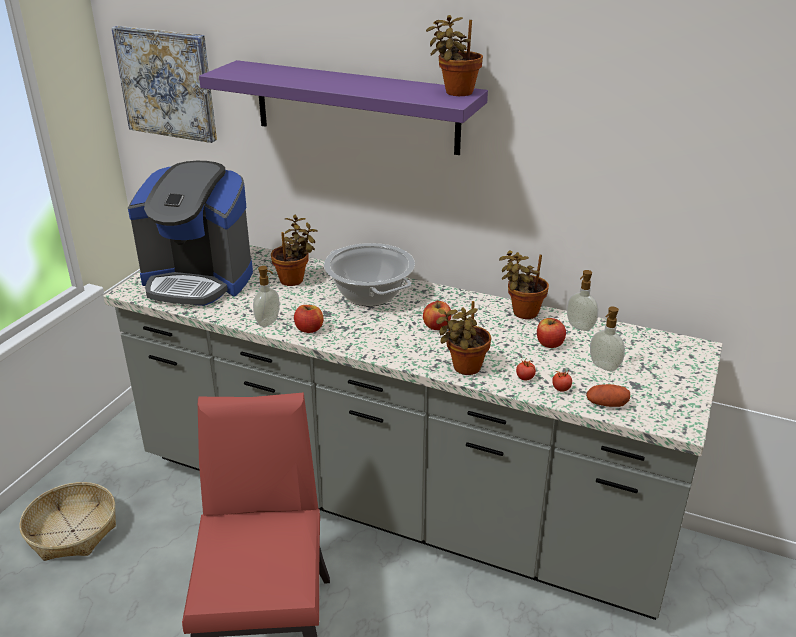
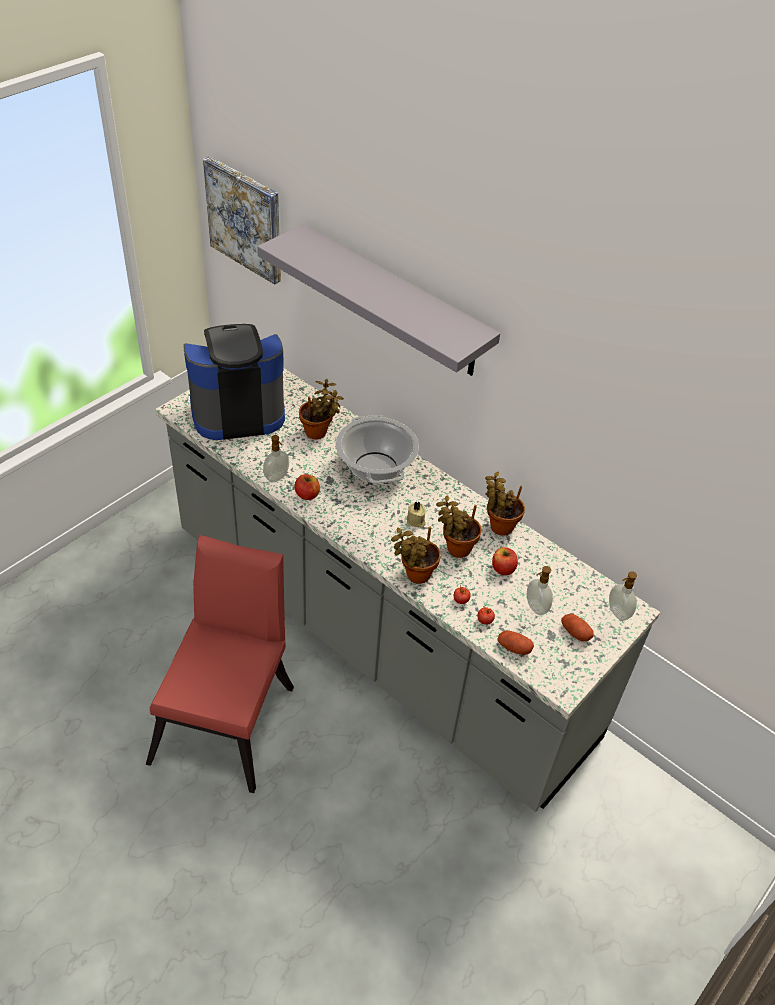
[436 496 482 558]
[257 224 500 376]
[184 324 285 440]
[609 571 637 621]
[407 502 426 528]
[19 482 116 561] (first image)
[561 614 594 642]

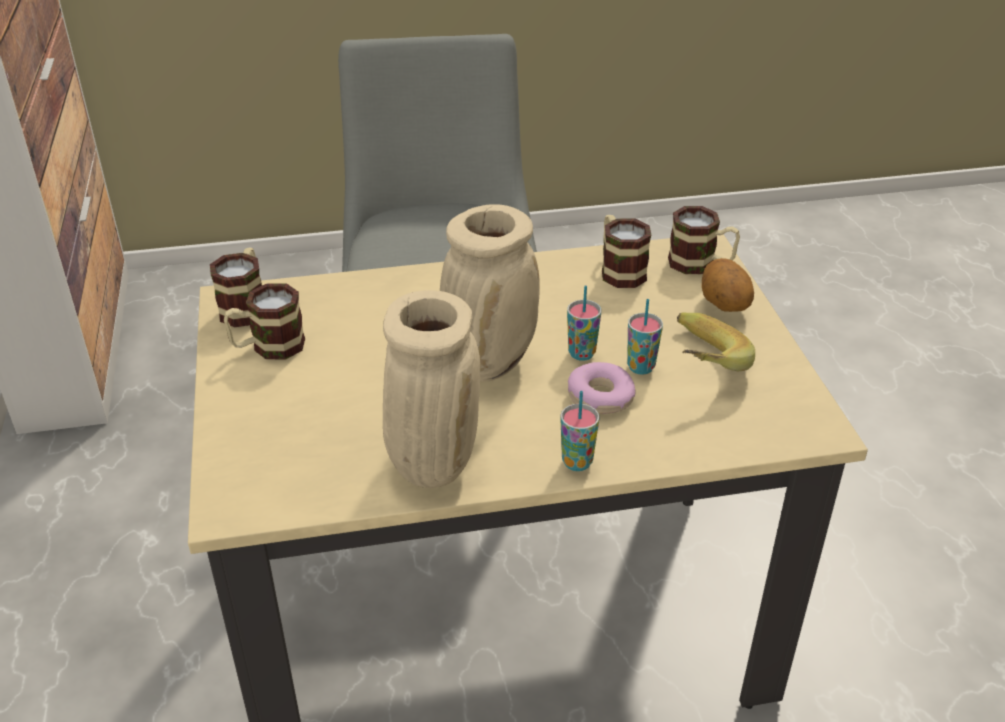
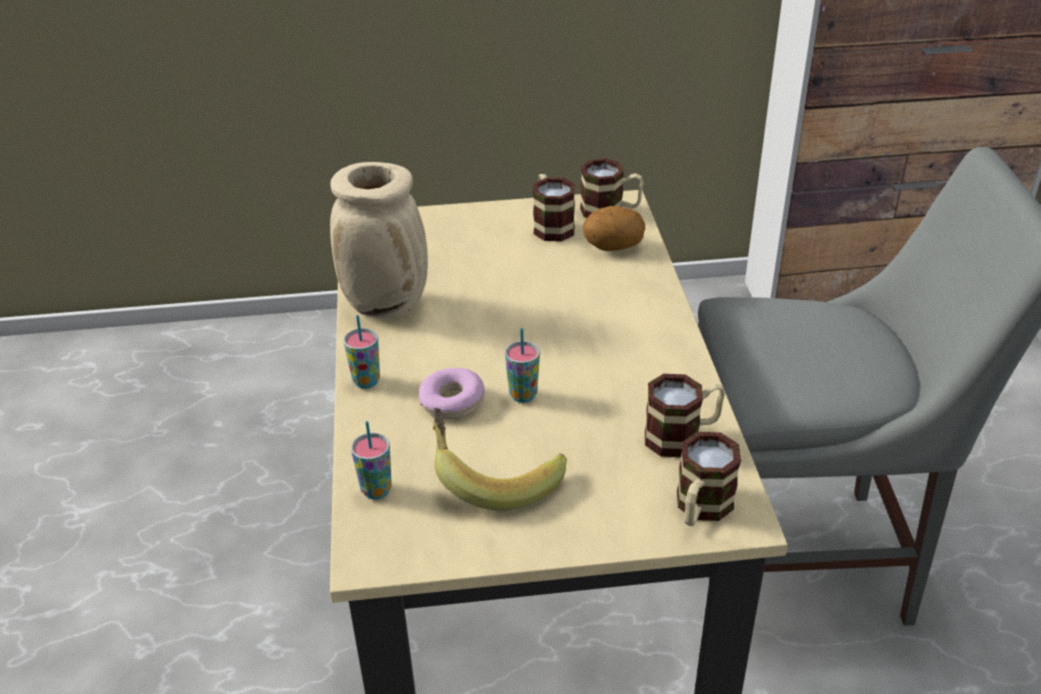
[440 204 540 382] (first image)
[583 206 645 251]
[351 421 392 500]

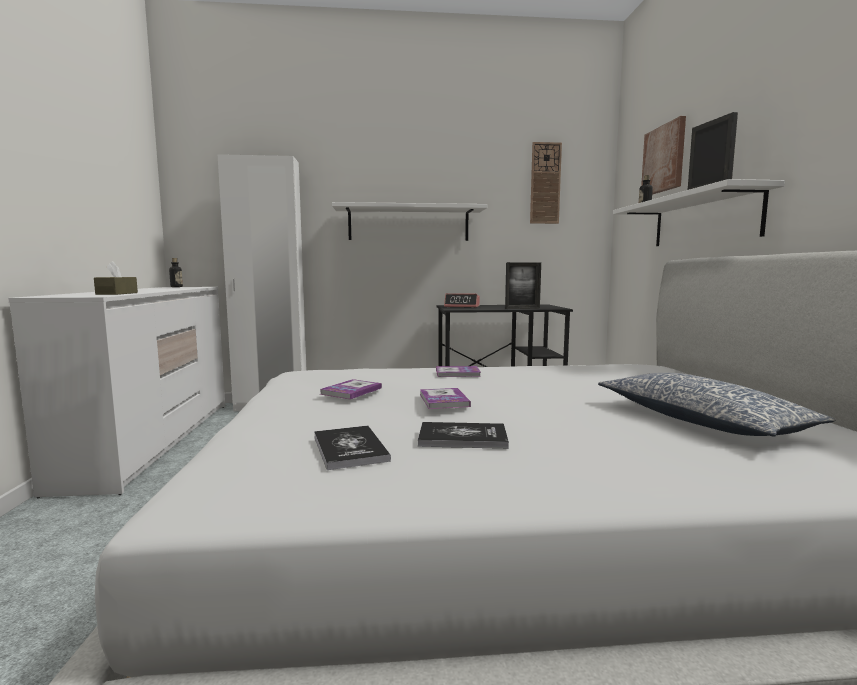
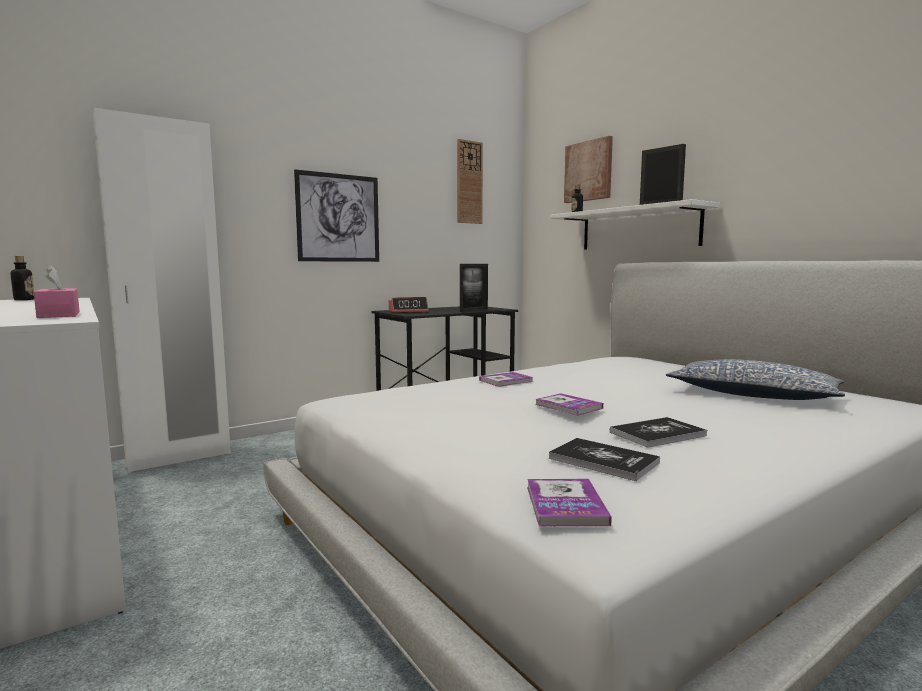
[294 169 379 262]
[34 265 80 318]
[527 479 612 526]

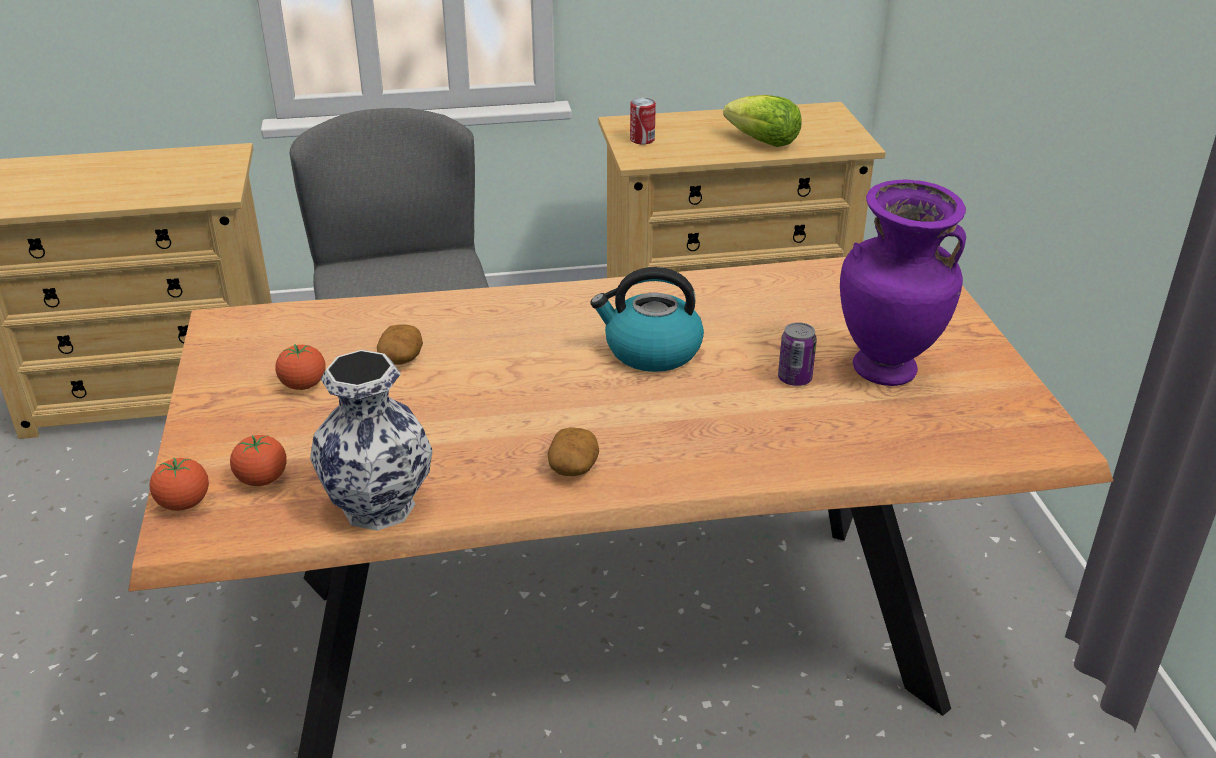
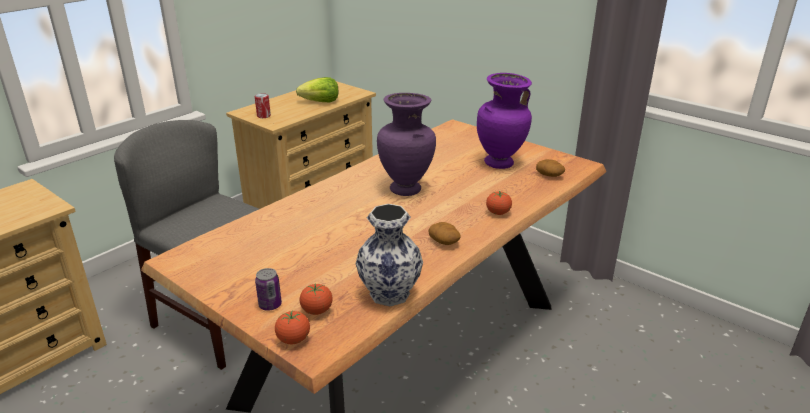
[377 93 436 196]
[255 268 282 311]
[536 159 565 177]
[486 191 512 215]

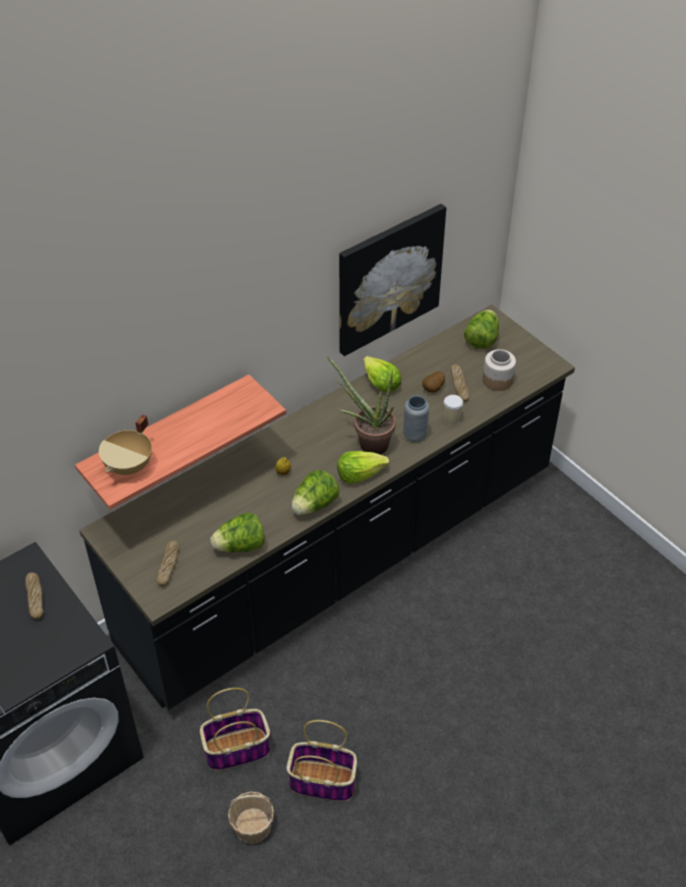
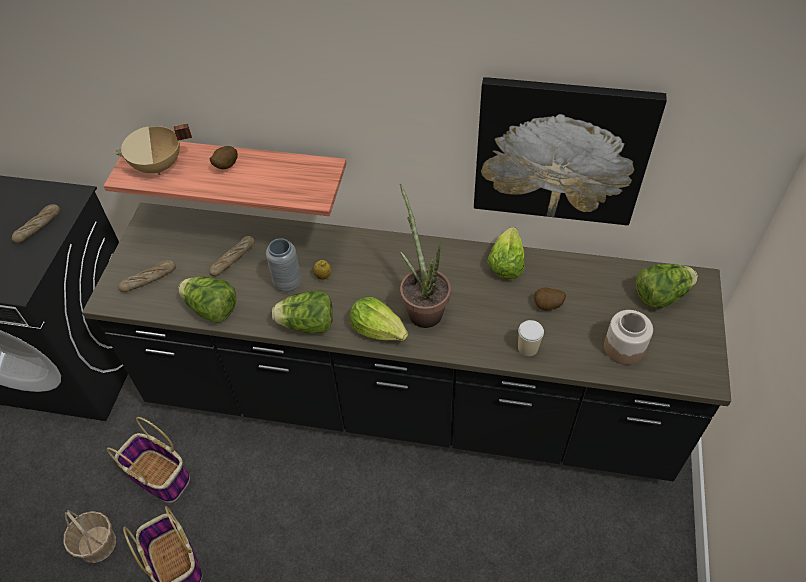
[210 236 255 277]
[266 238 301 292]
[210 146 238 169]

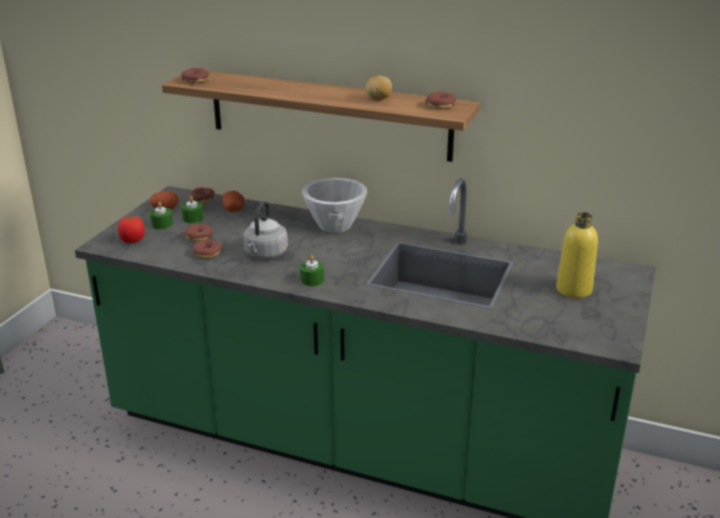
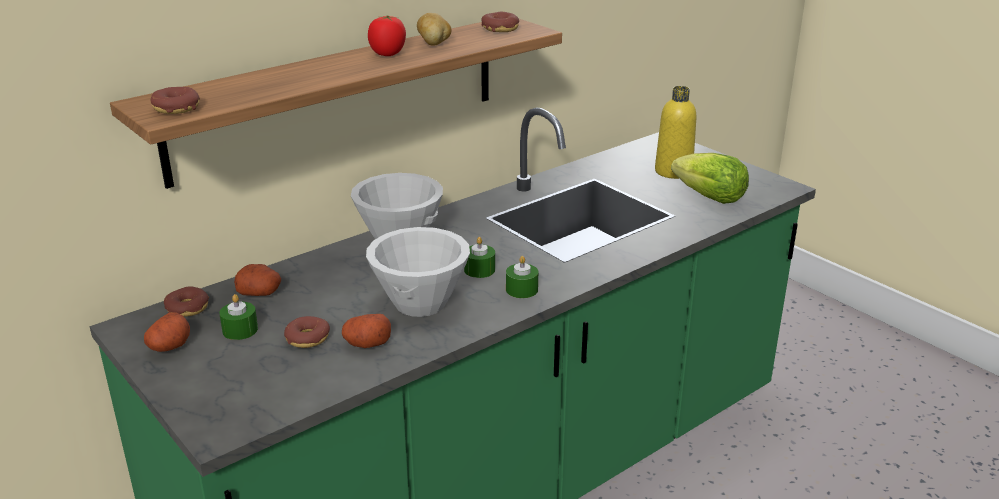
[464 237 495 278]
[366 227 470 317]
[368 15 406 56]
[342 314 391 348]
[671 153 749 204]

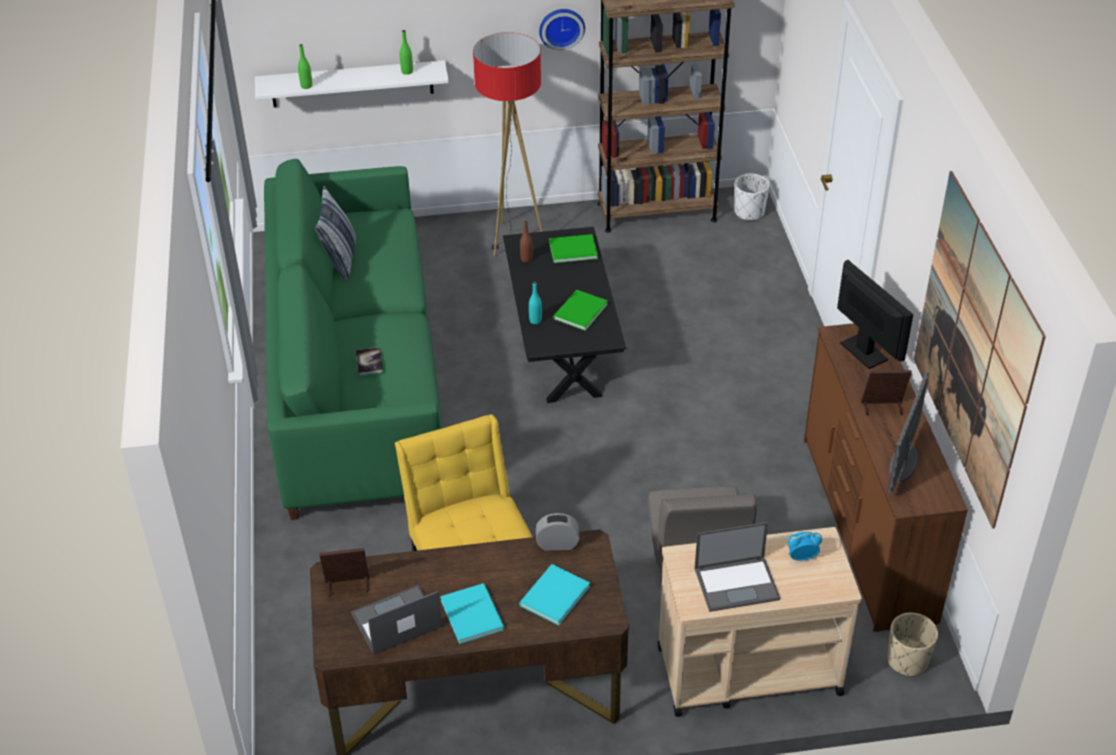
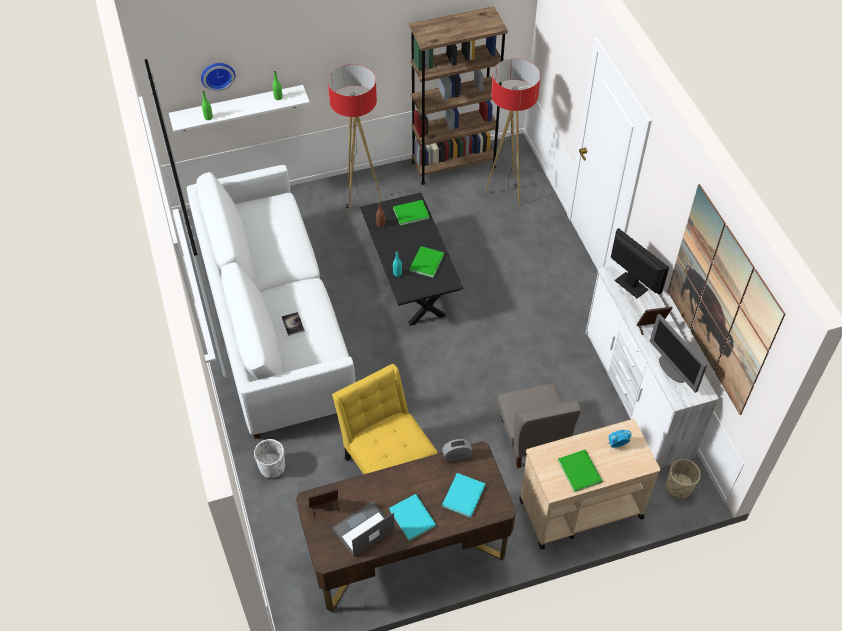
[201 63 235 92]
[187 165 355 439]
[254 439 285 478]
[315 186 356 280] (first image)
[585 264 719 468]
[650 314 707 393]
[558 450 602 492]
[484 58 541 206]

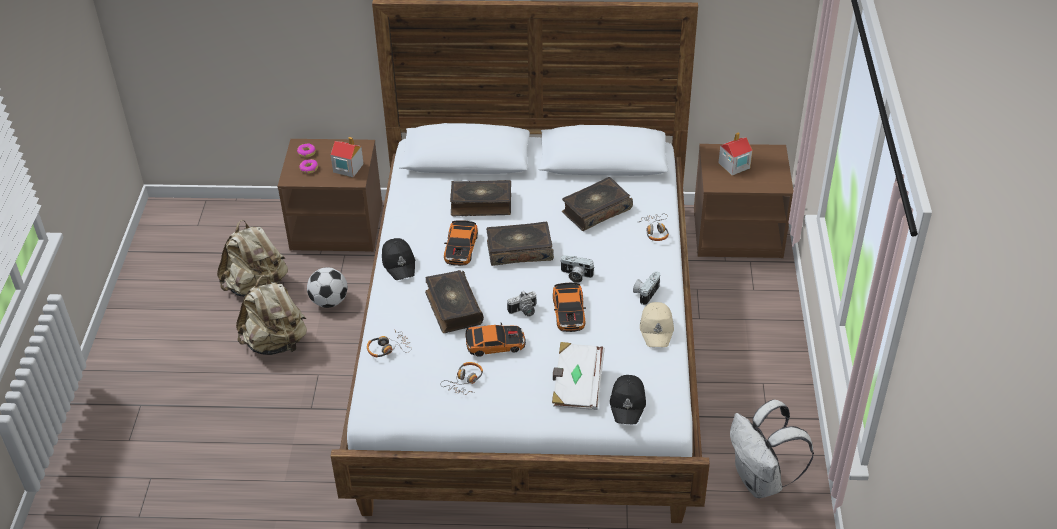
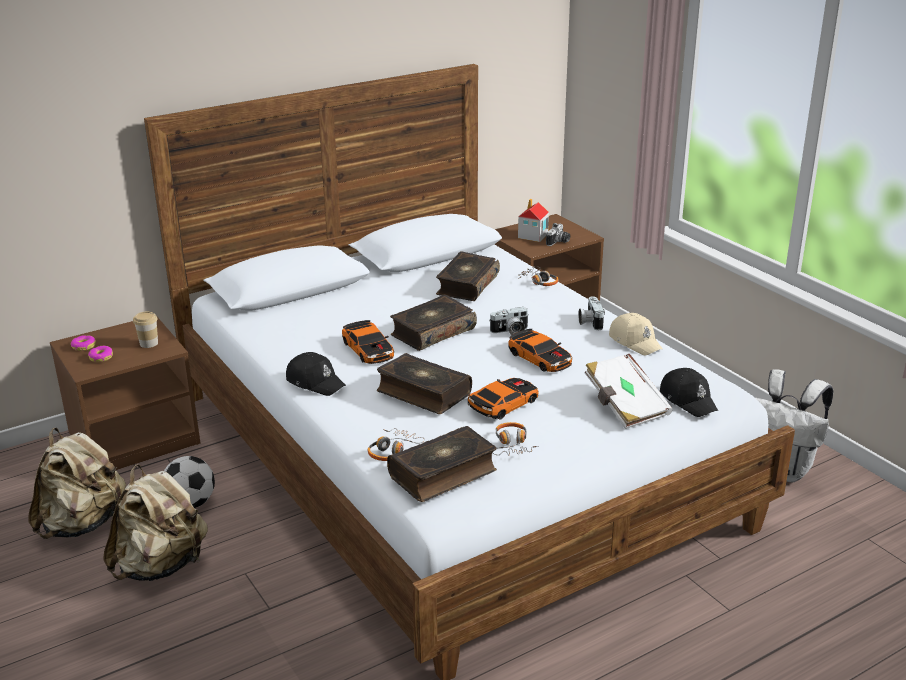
[133 312 158 348]
[387 426 497 502]
[546 223 570 246]

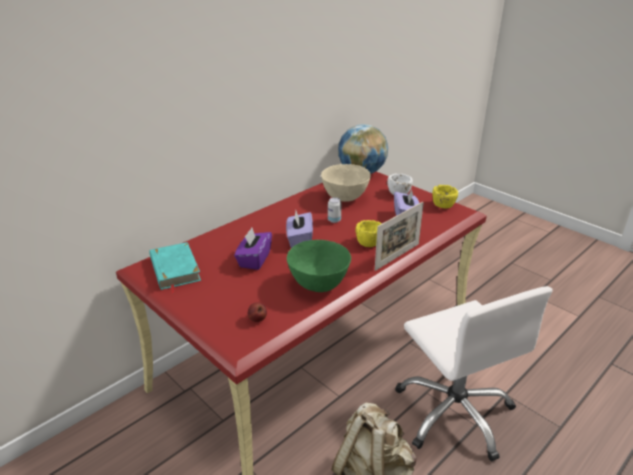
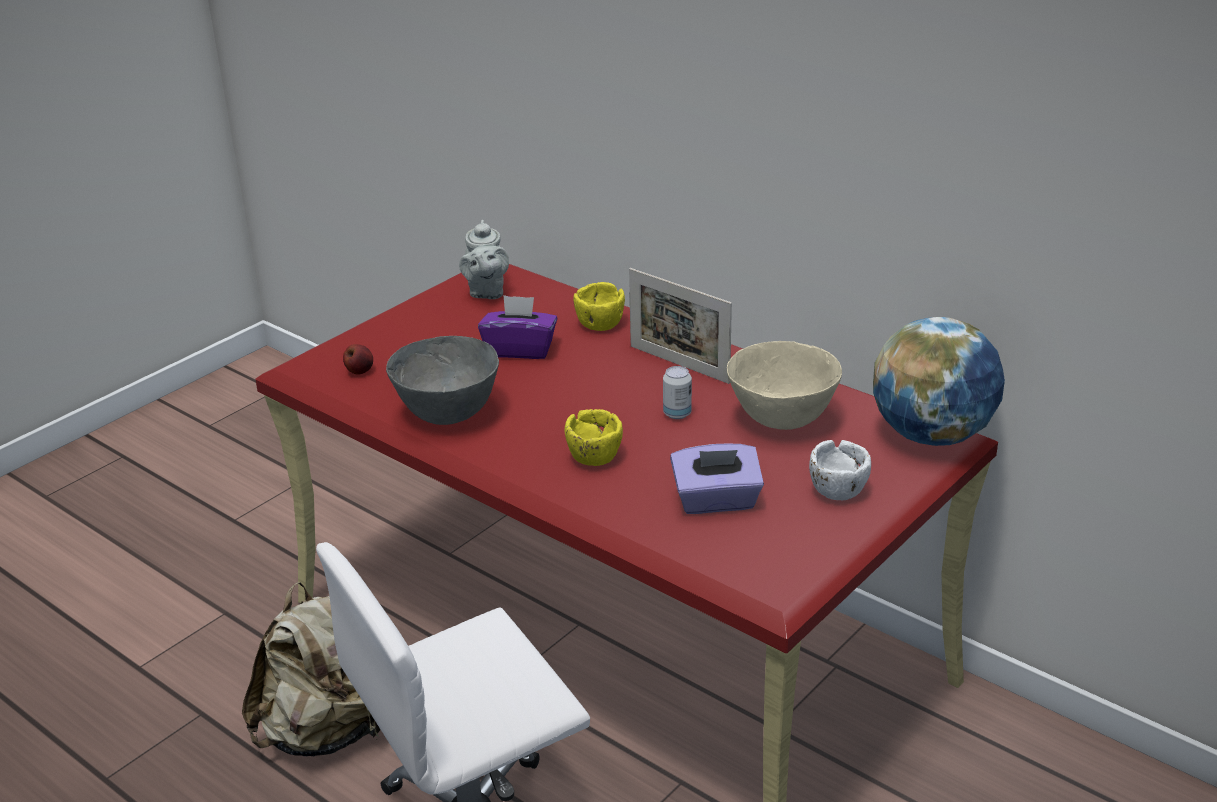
[573 282 625 331]
[629 268 732 384]
[286 211 313 248] (first image)
[386 336 499 425]
[459 220 509 299]

